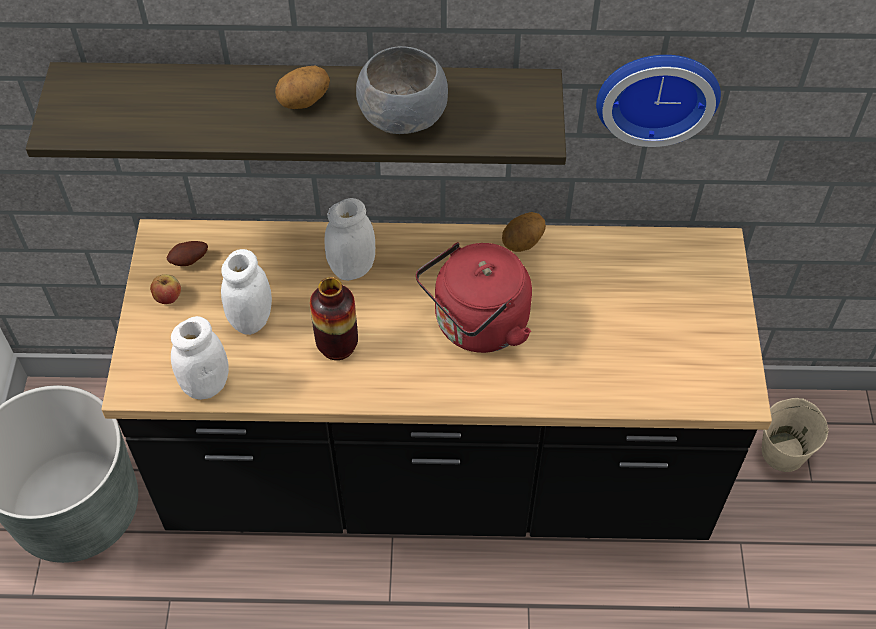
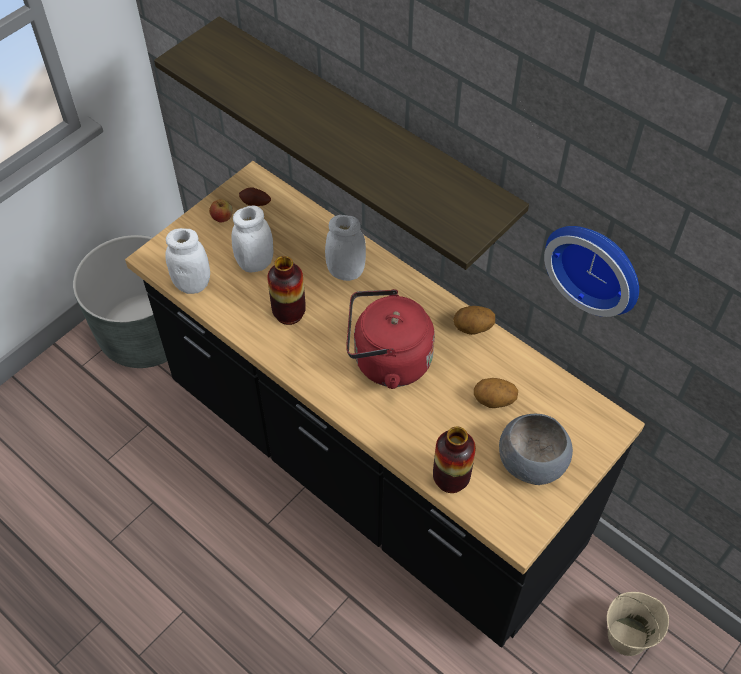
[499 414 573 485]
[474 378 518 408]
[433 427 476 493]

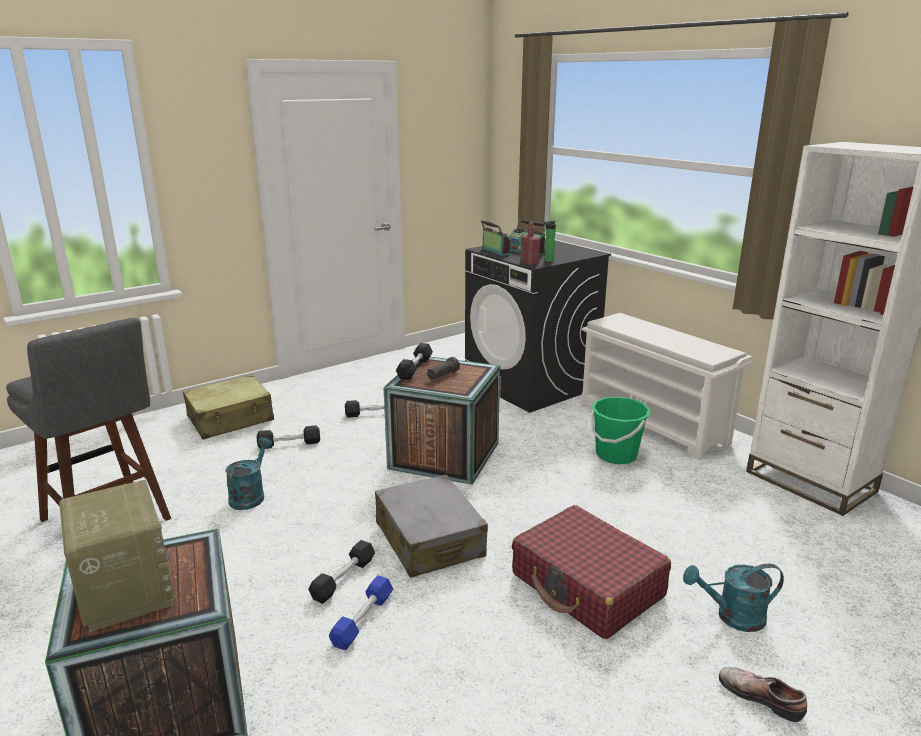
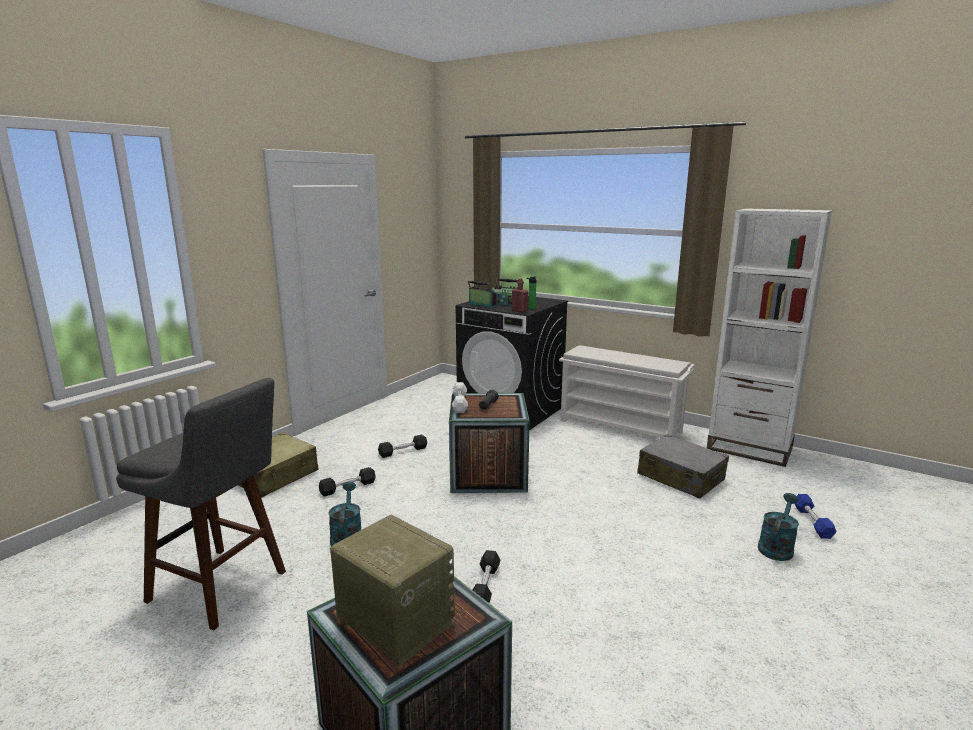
[452 382 468 413]
[590 397 651 464] (first image)
[637 434 729 499]
[512 505 671 639] (first image)
[758 493 799 561]
[794 494 837 539]
[719 667 807 722] (first image)

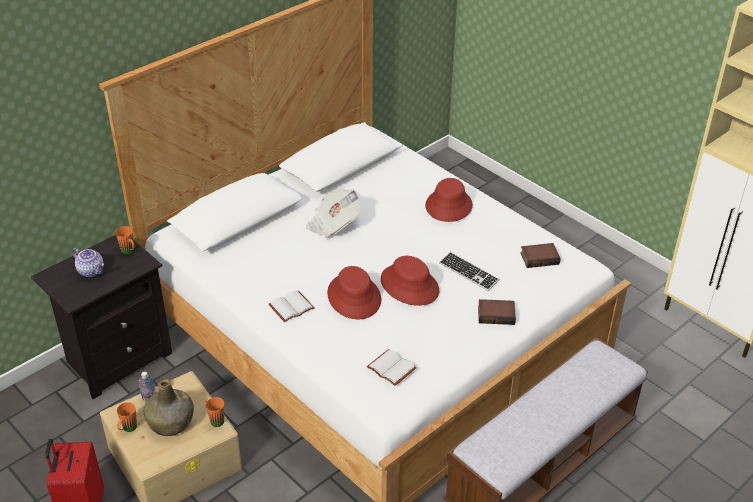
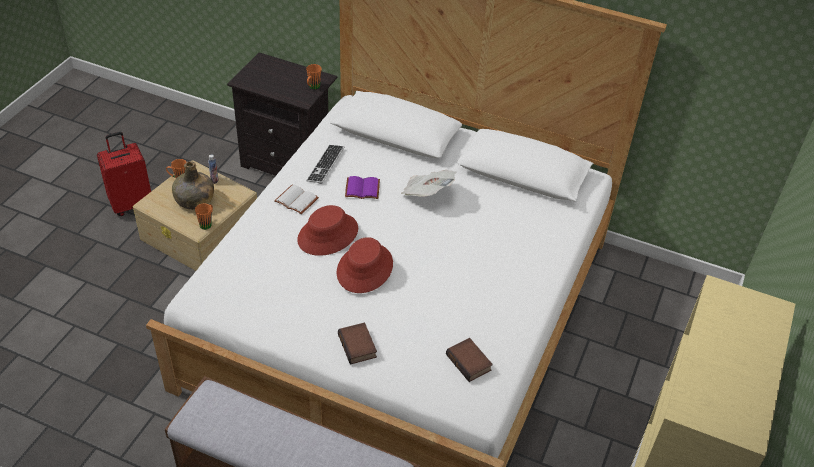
[425 178 473 222] (first image)
[72 248 104 277] (first image)
[306 145 345 184]
[367 349 417 386] (first image)
[345 176 380 199]

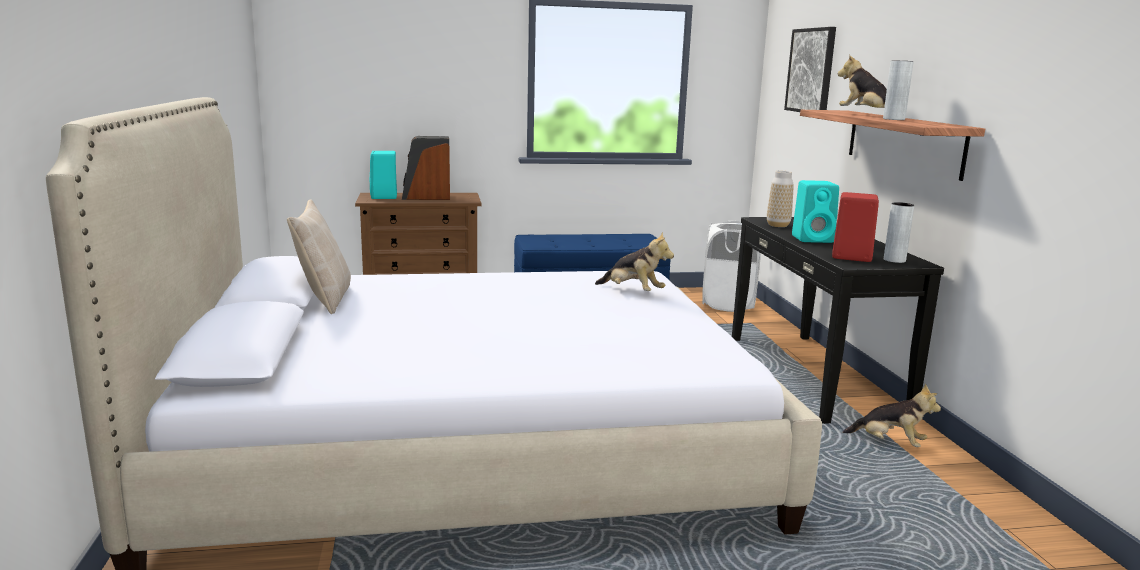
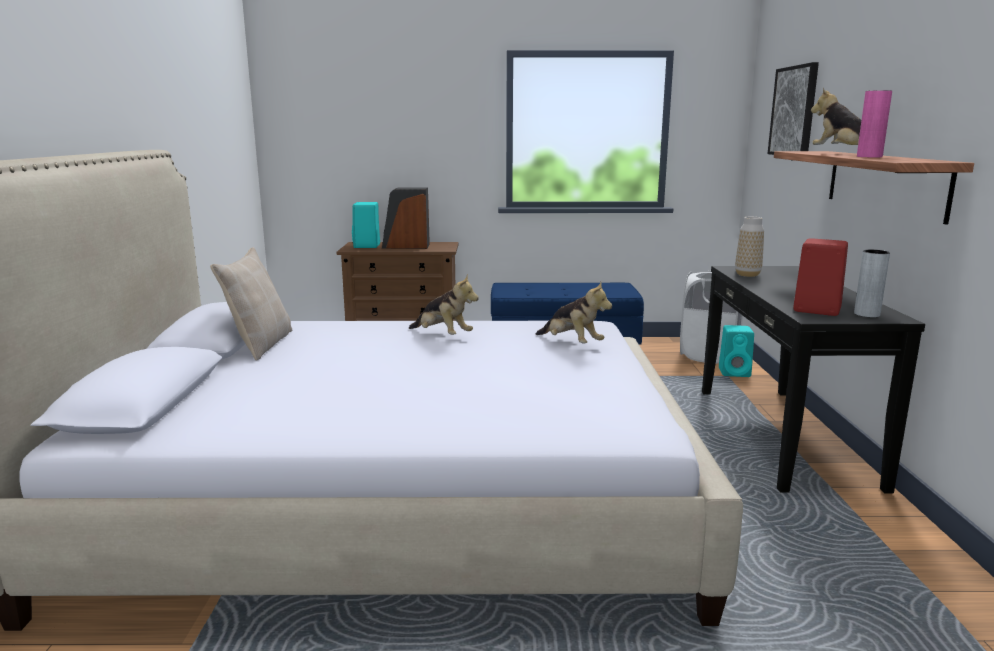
[857 90 892 157]
[719 325 754 377]
[409 274 479 335]

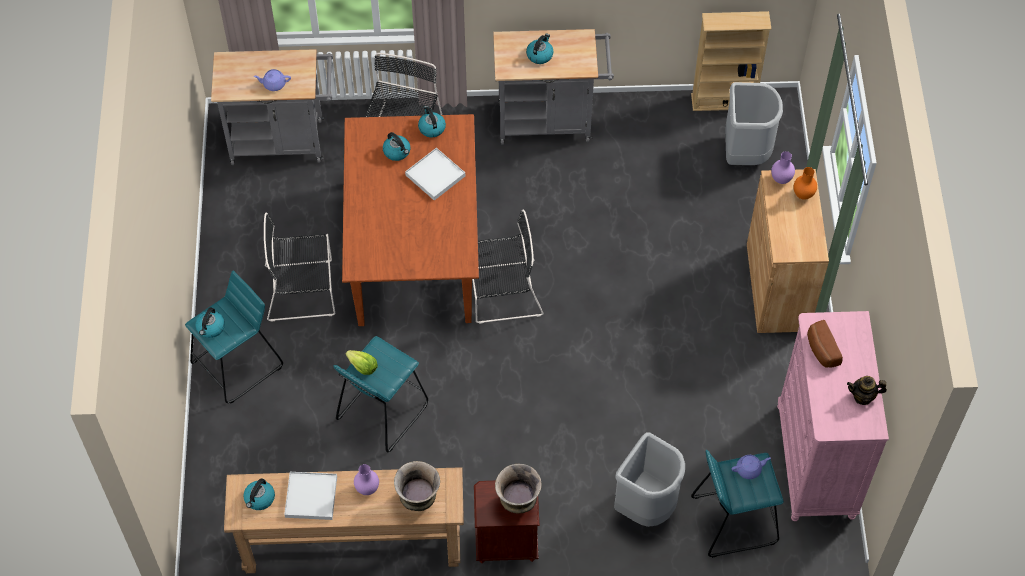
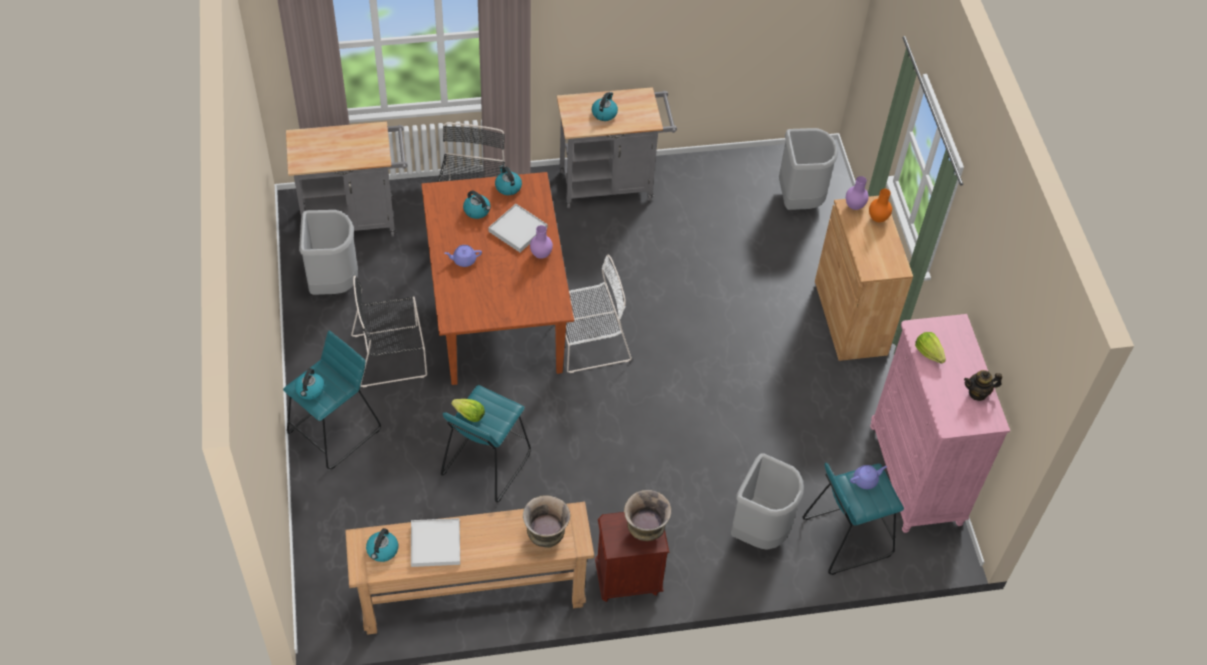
[691 11 771 111] (first image)
[444 245 482 267]
[565 255 632 373]
[915 332 946 364]
[530 225 553 259]
[299 210 358 295]

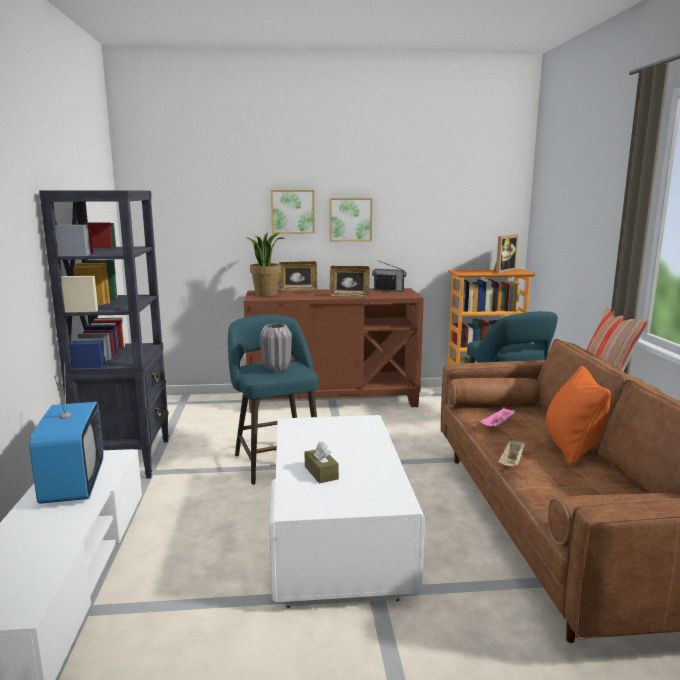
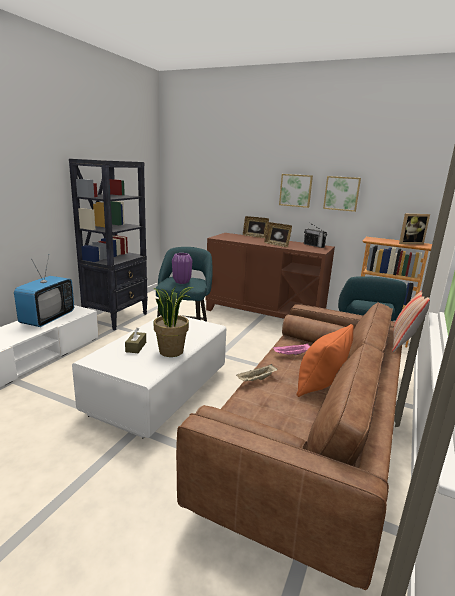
[323 176 361 212]
[154 287 194 357]
[172 253 192 284]

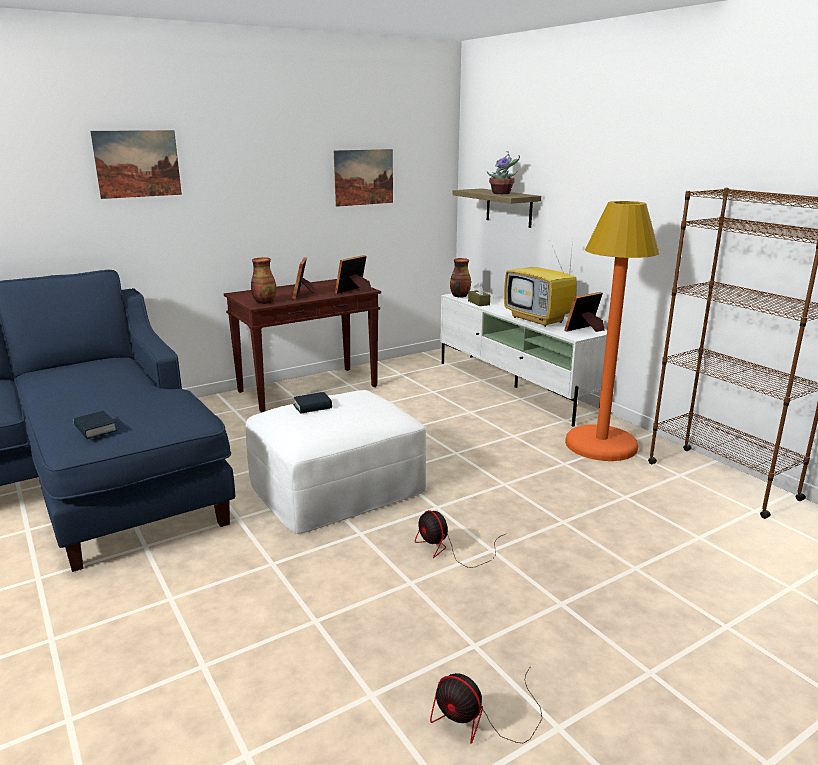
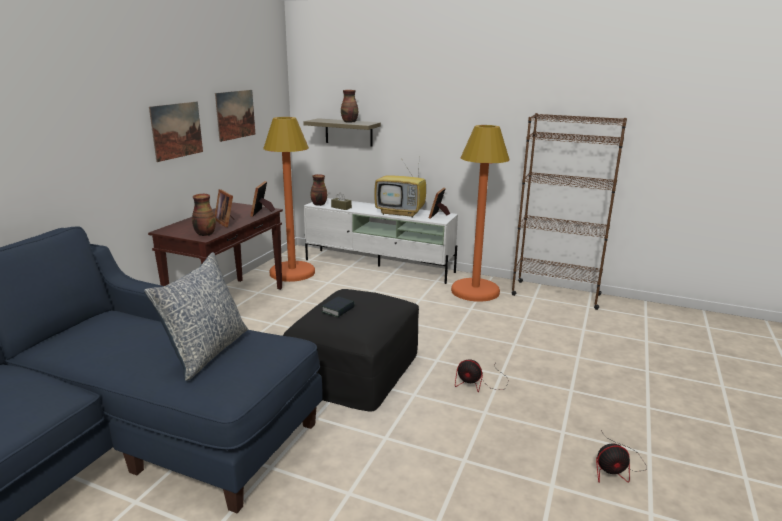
[149 102 203 162]
[341 90 358 123]
[283 289 419 412]
[73 411 117 439] (first image)
[263 117 315 282]
[144 252 248 381]

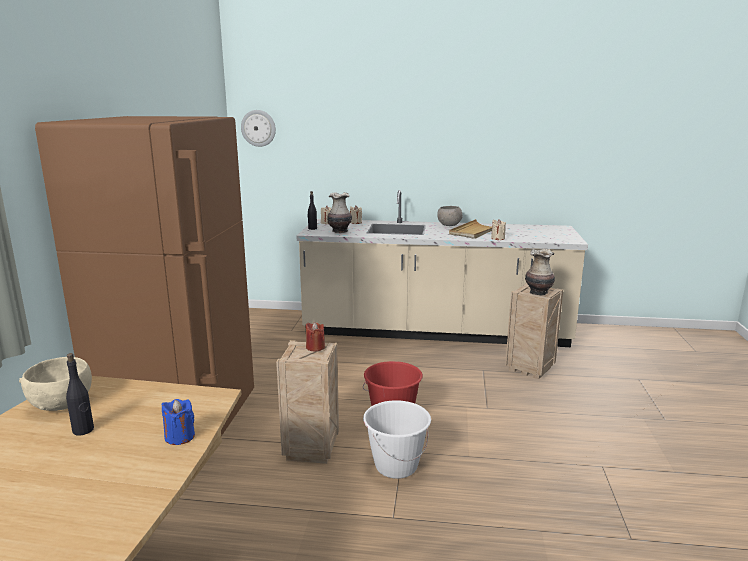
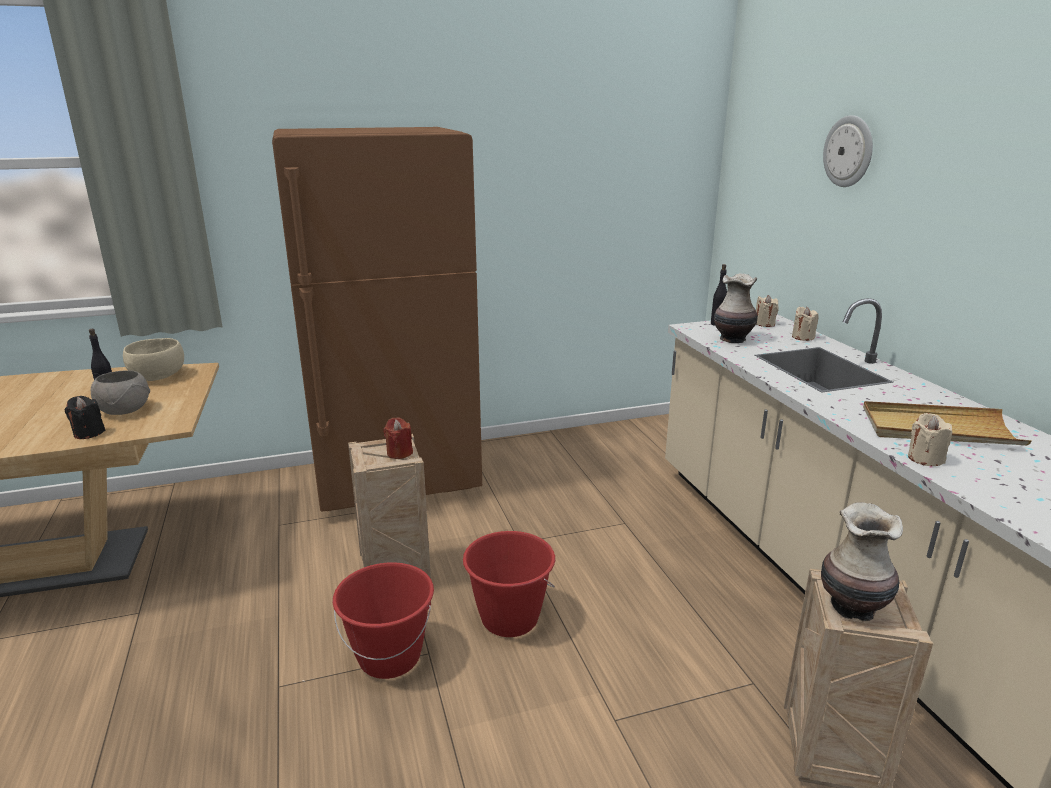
[823 115 873 187]
[91 370 150 415]
[64 396 106 439]
[333 562 434 679]

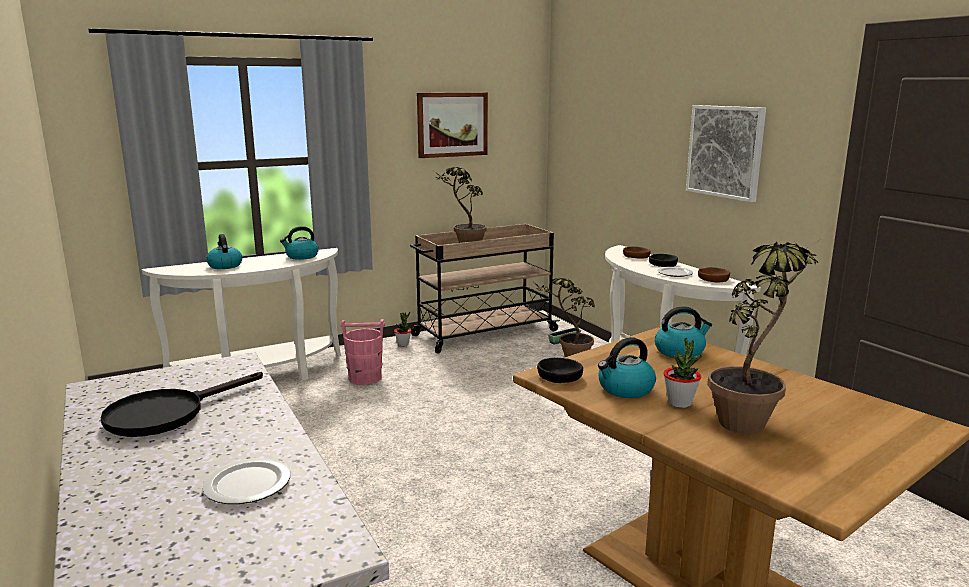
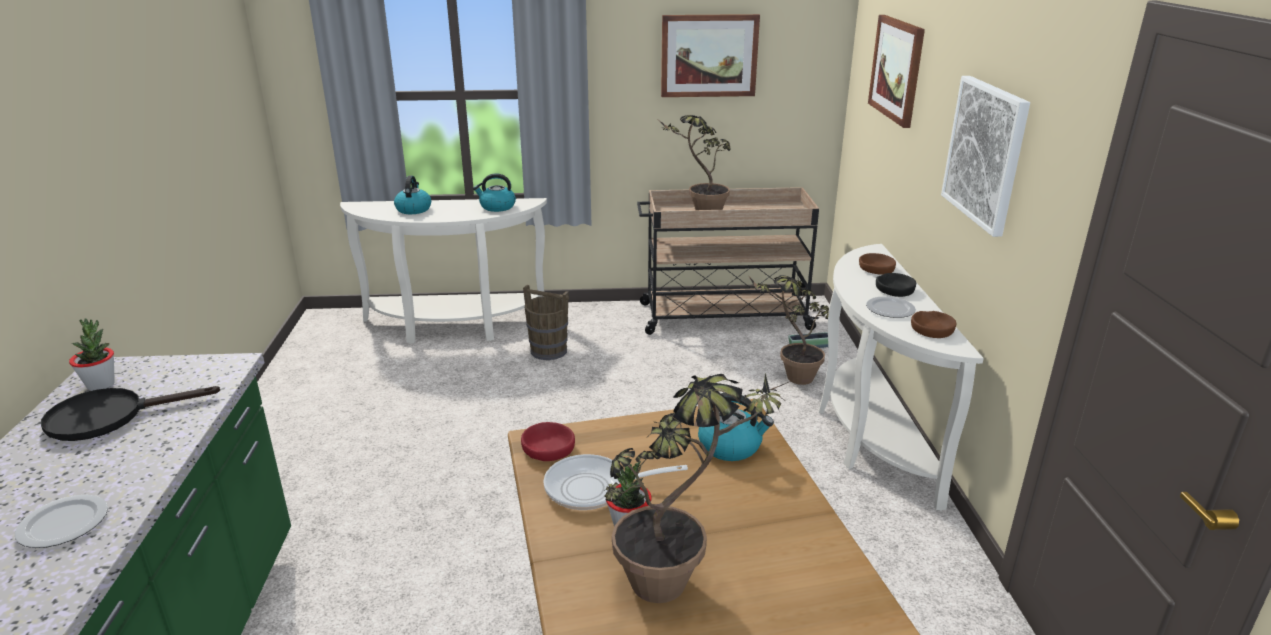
[69 318 115 391]
[523 285 569 360]
[544 454 688 510]
[521 422 575 461]
[868 15 925 128]

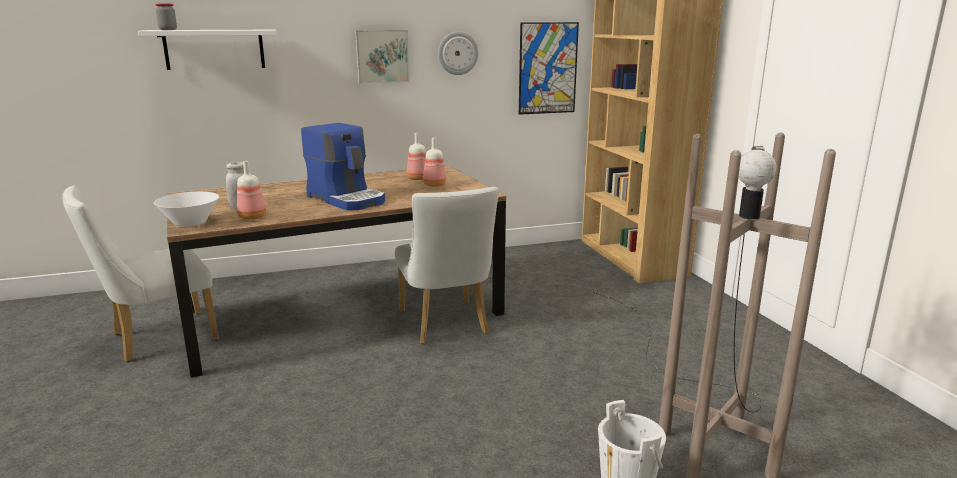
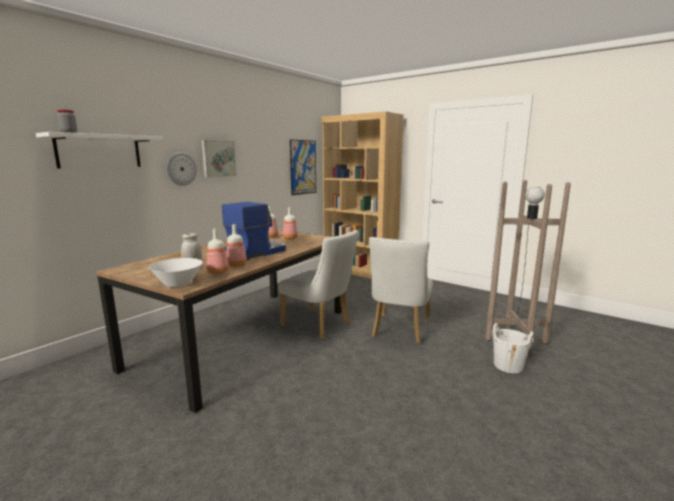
[167 152 197 186]
[222 202 286 260]
[369 237 433 344]
[226 224 247 267]

